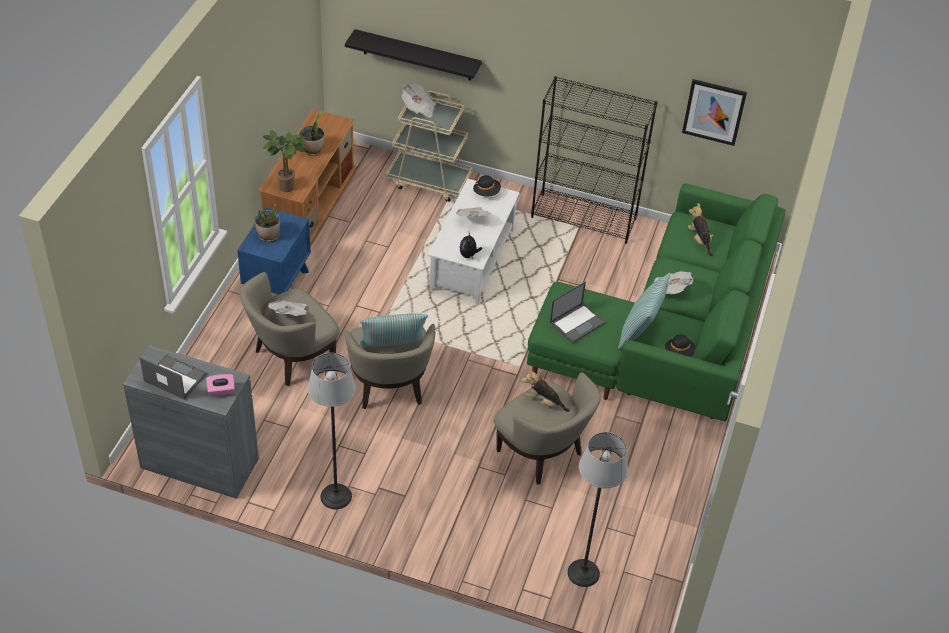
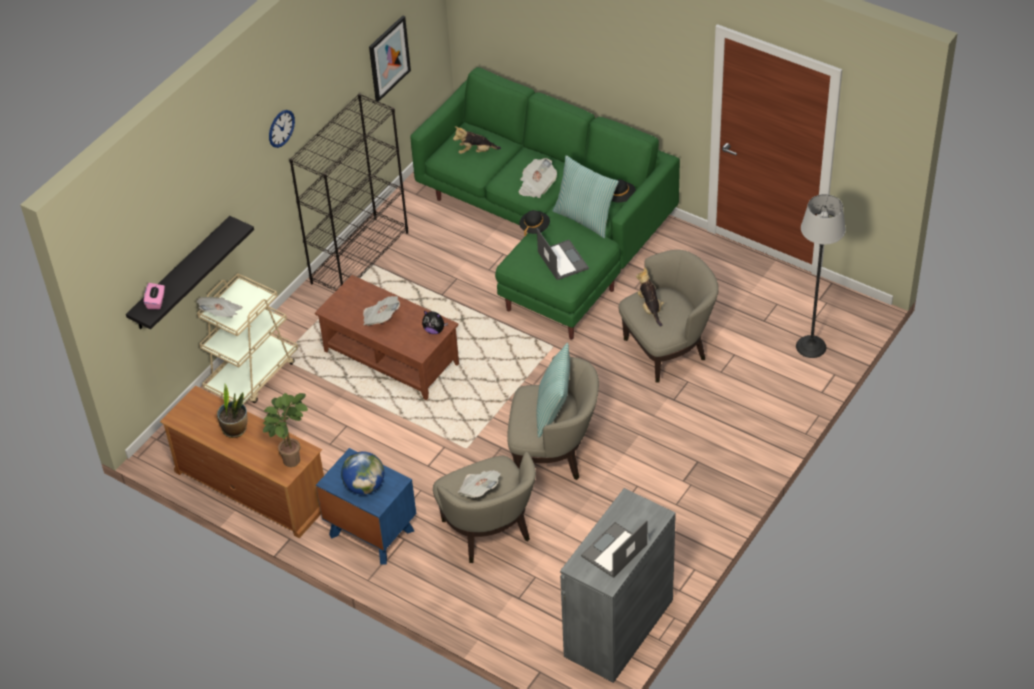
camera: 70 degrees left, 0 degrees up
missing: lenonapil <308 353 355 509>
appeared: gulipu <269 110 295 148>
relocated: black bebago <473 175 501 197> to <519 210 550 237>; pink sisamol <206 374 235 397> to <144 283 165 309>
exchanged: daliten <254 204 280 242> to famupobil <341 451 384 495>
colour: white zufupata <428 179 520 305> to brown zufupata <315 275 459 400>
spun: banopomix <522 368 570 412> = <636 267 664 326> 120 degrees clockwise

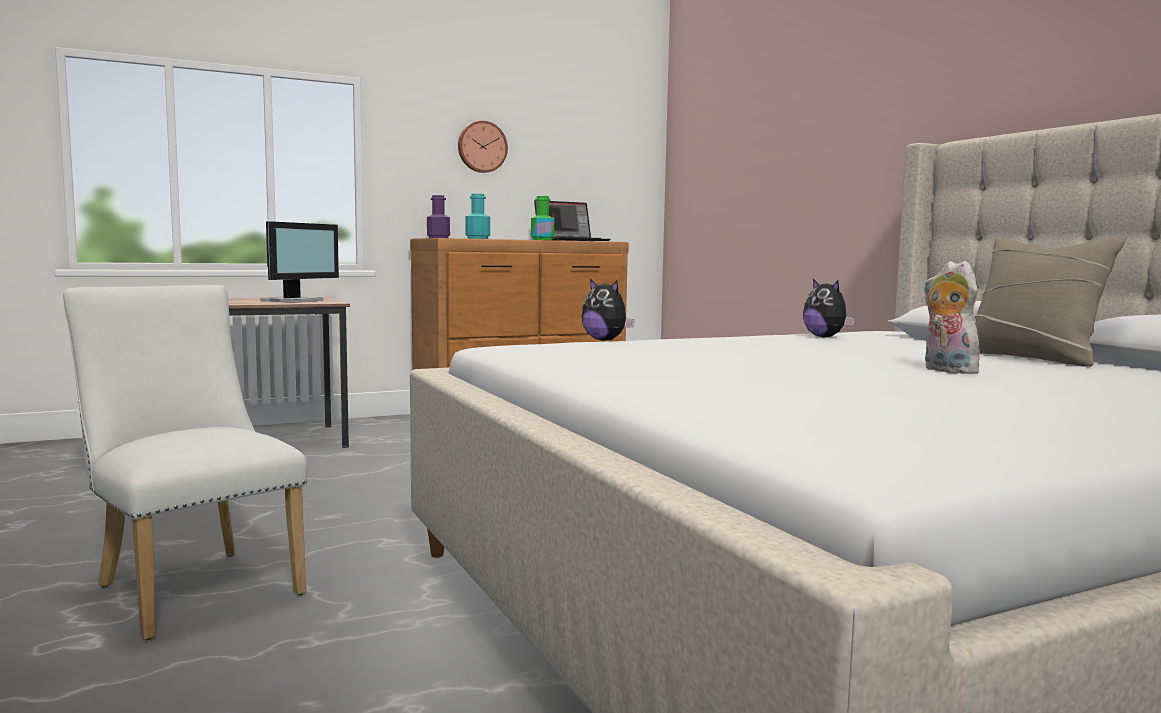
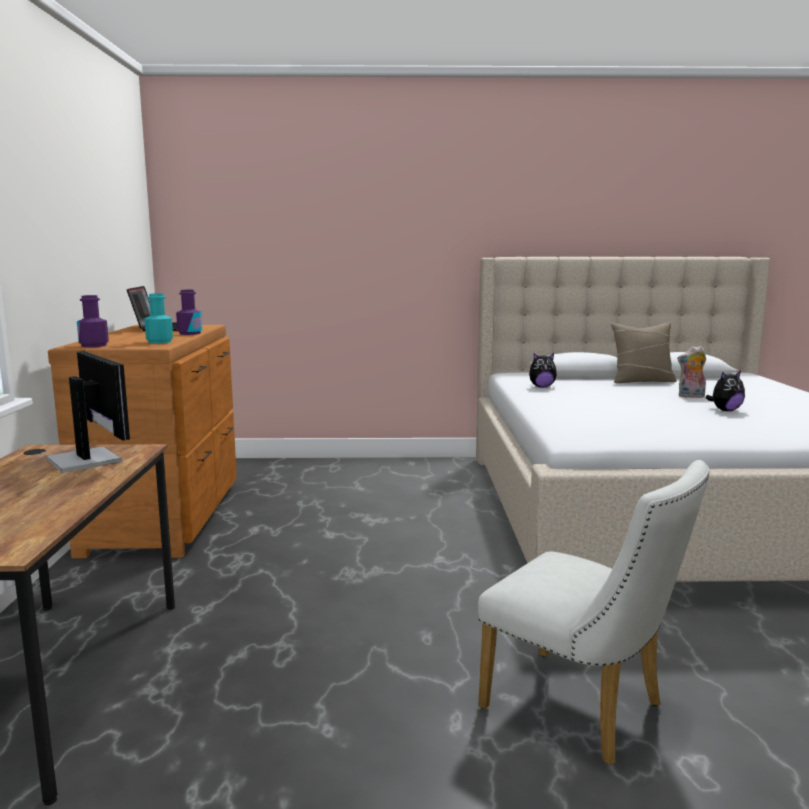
camera: 65 degrees left, 5 degrees up
missing: gulipu <458 121 508 173>
relocated: banopomix <581 279 635 341> to <705 371 745 411>
colour: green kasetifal <531 196 554 240> to purple kasetifal <176 290 202 335>
spun: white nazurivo <63 285 307 640> = <478 460 709 765> 120 degrees counterclockwise

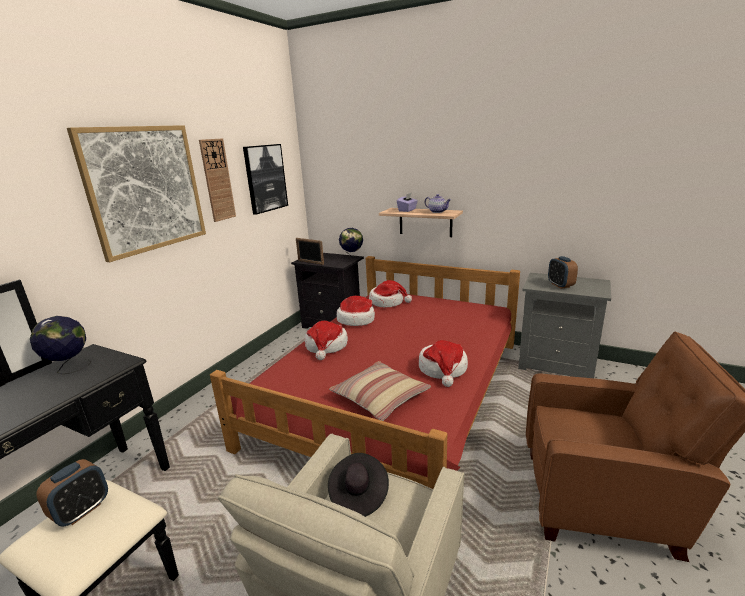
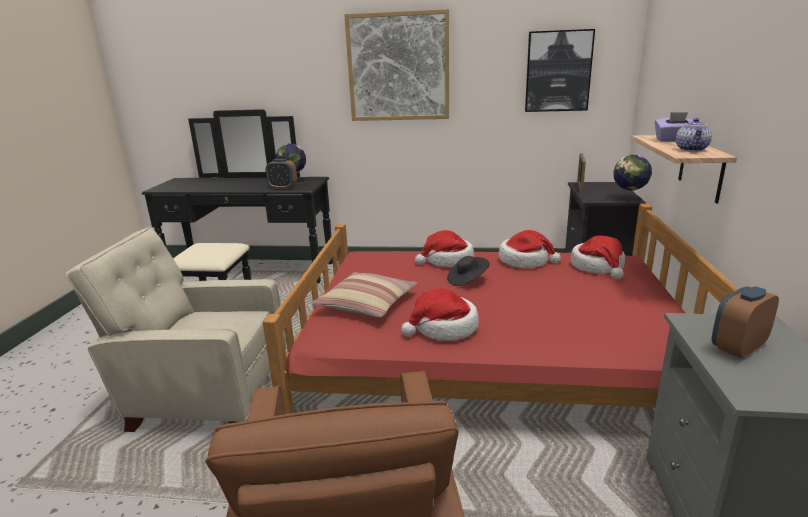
camera: 70 degrees right, 0 degrees up
missing: gulipu <199 138 236 222>
relocated: black bebago <328 453 389 517> to <447 256 490 286>; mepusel <36 459 108 527> to <266 159 297 189>

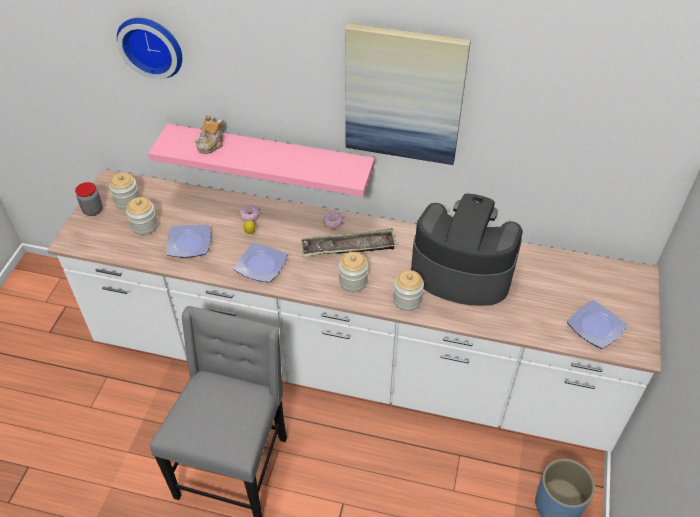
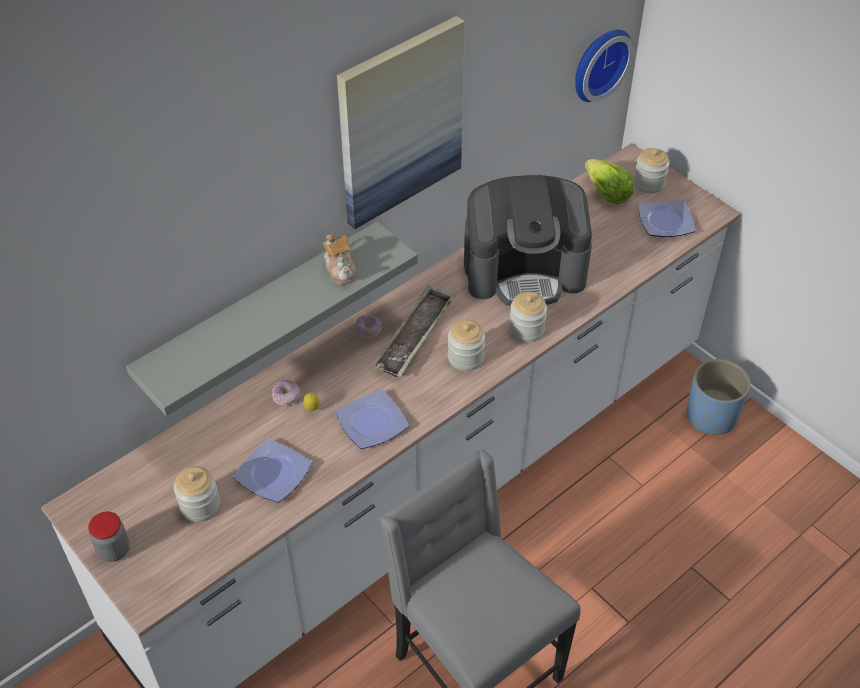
camera: 55 degrees left, 0 degrees up
appeared: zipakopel <585 159 634 204>
relocated: gulipu <117 18 182 79> to <575 29 634 102>; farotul <194 115 224 154> to <323 234 356 285>; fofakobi <109 173 140 210> to <634 148 670 193>
colour: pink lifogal <148 124 375 197> to grey lifogal <126 221 418 416>
spun: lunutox <411 194 522 306> = <464 175 592 306> 150 degrees counterclockwise

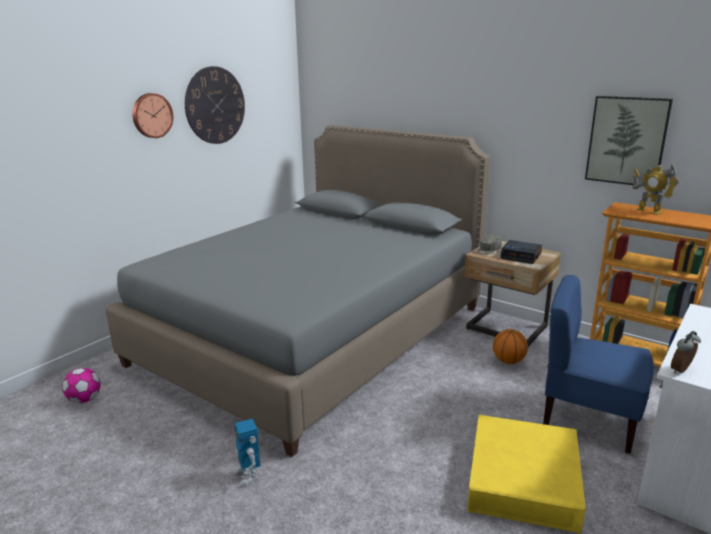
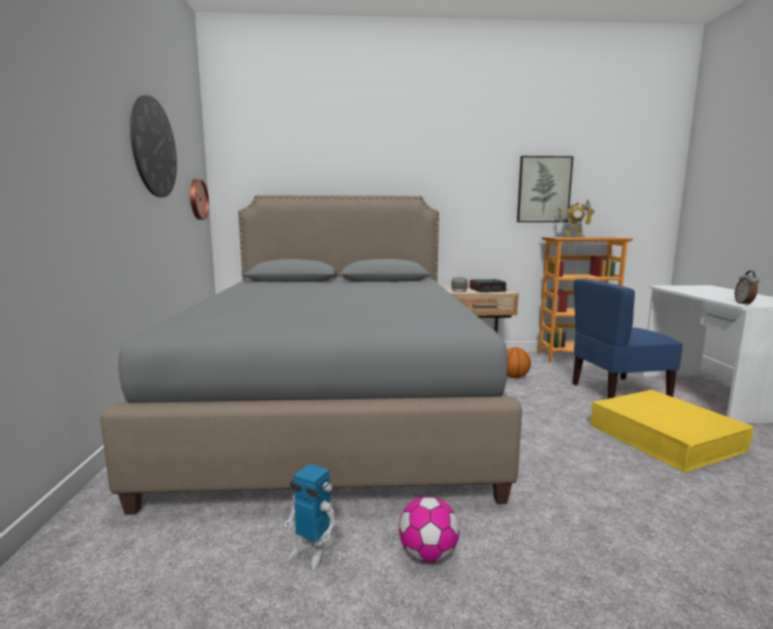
camera: 40 degrees left, 10 degrees down
relocated: gulipu <132 93 173 138> to <190 179 209 220>; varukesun <62 368 101 403> to <399 496 459 563>; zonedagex <233 419 261 488> to <284 464 337 570>

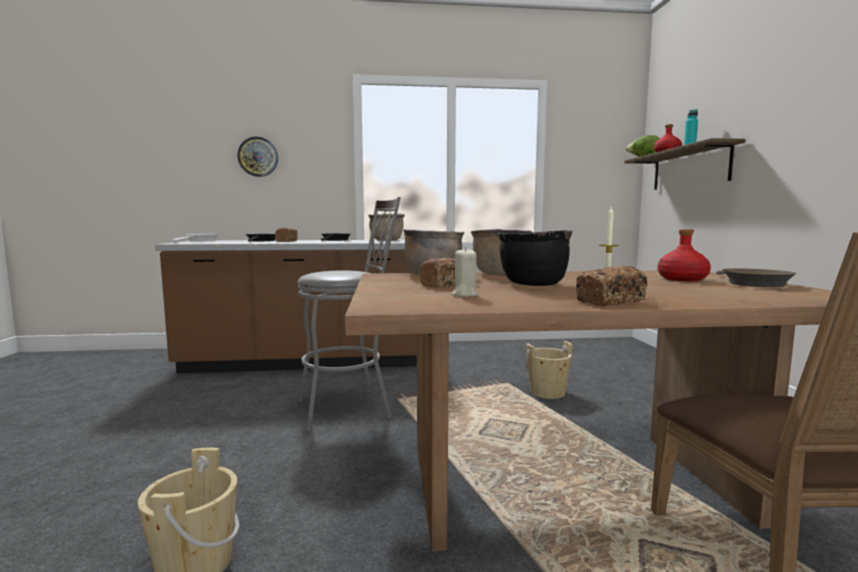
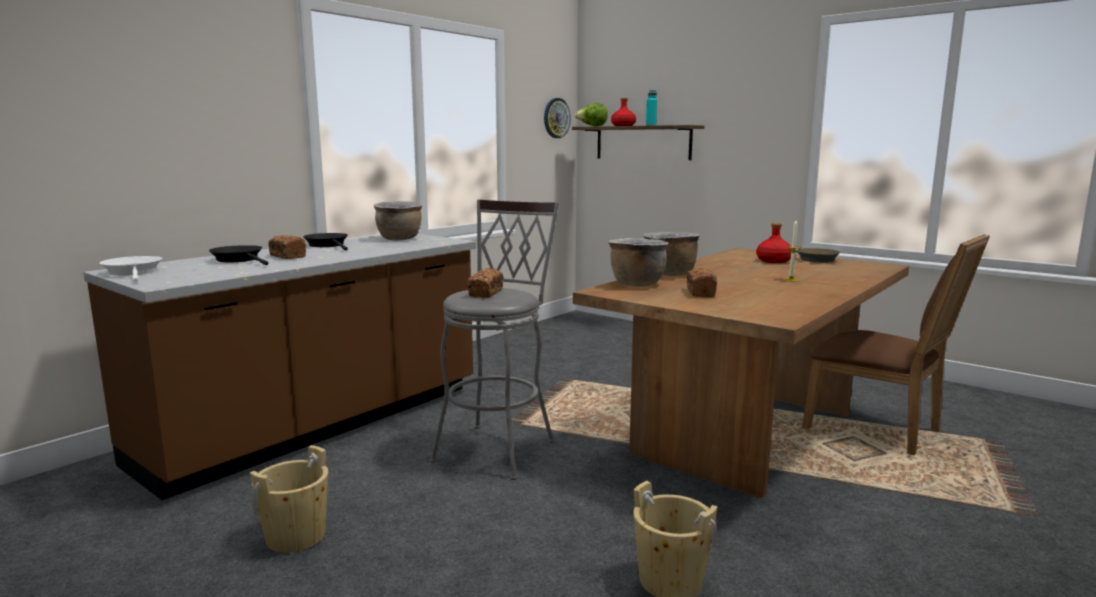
camera: 45 degrees left, 5 degrees up
missing: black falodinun <497 230 573 286>; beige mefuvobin <451 247 478 297>
relocated: gulipu <237 137 278 177> to <544 98 571 138>; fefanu <576 266 648 306> to <468 268 504 298>; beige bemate <525 341 573 399> to <250 445 328 553>

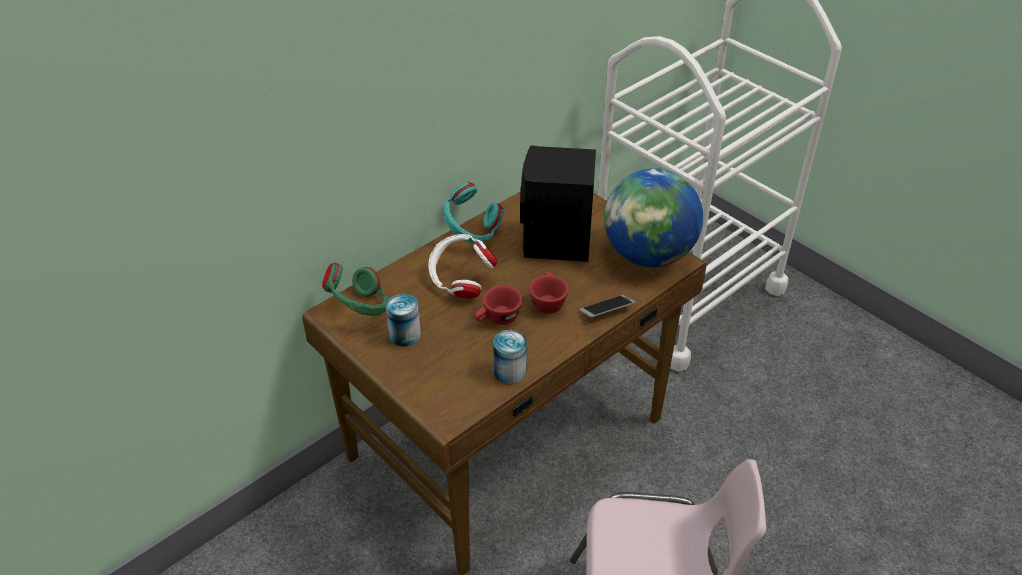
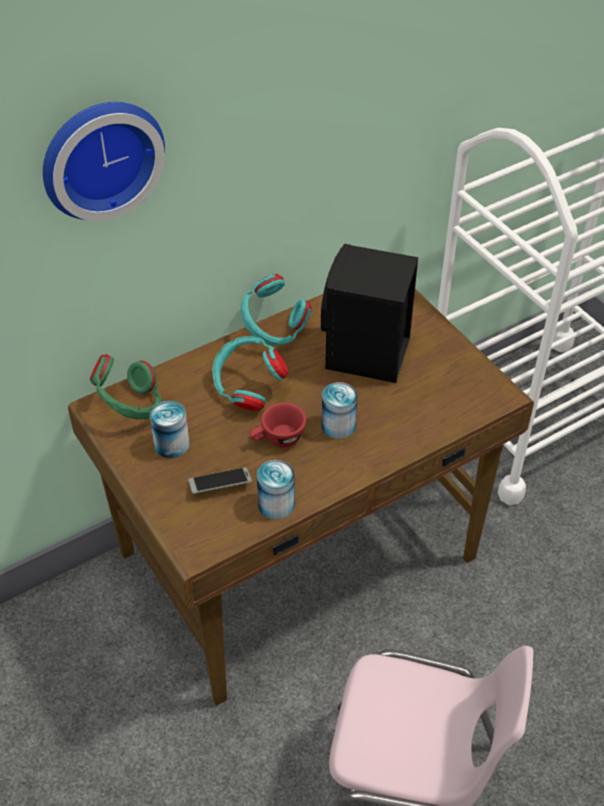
camera: 10 degrees right, 5 degrees up
missing: famupobil <604 168 703 267>
appeared: gulipu <43 102 165 221>
relocated: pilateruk <579 295 636 318> to <188 467 252 494>
exchanged: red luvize <529 272 569 314> to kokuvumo <321 382 357 439>
colour: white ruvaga <428 234 498 298> to turquoise ruvaga <212 336 289 411>

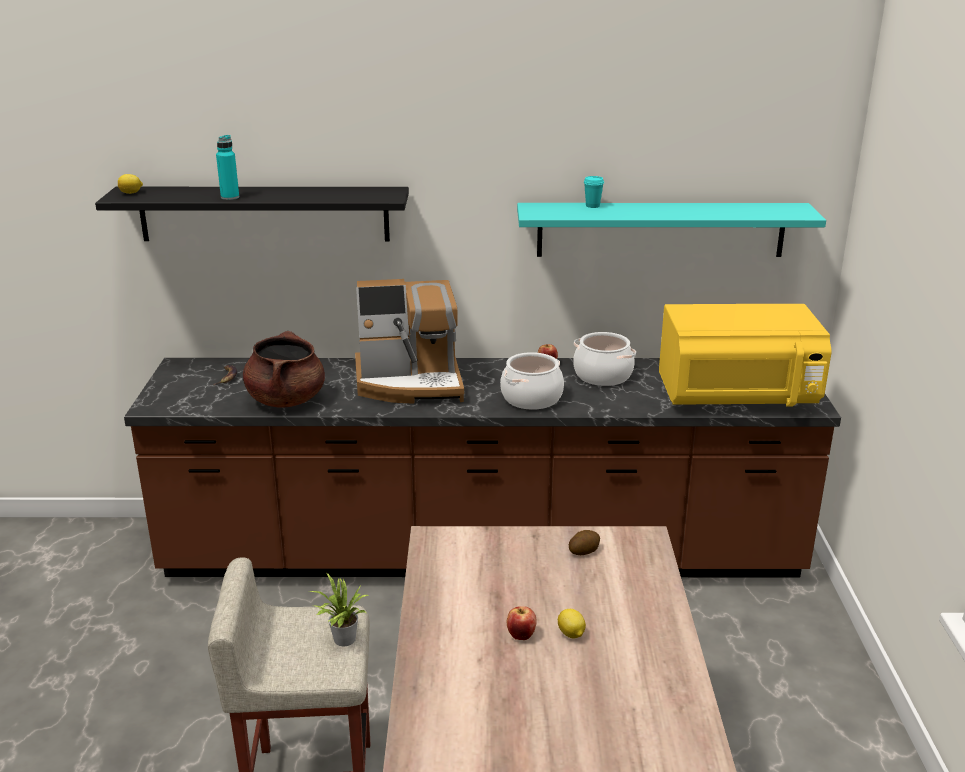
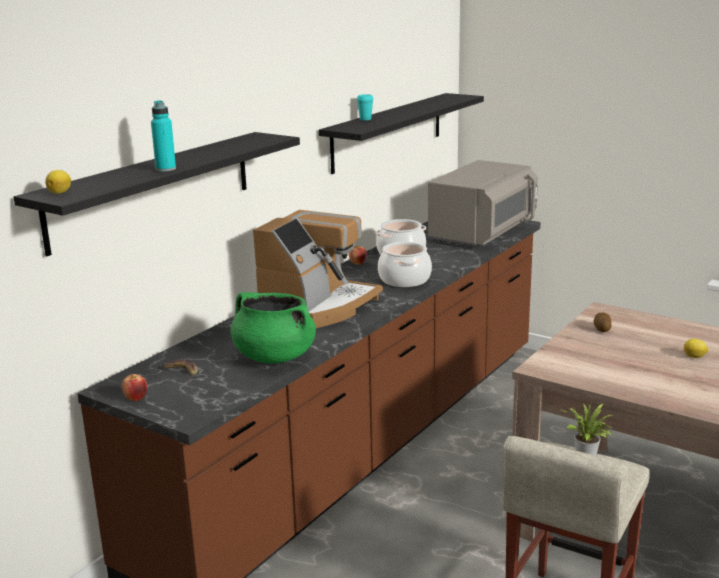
camera: 55 degrees left, 5 degrees down
relocated: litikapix <507 606 537 640> to <122 374 147 401>
colour: turquoise lifogal <517 203 826 257> to black lifogal <319 93 484 174>; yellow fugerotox <659 304 832 406> to grey fugerotox <428 160 538 247>; brown falodinun <243 331 325 407> to green falodinun <230 292 316 363>

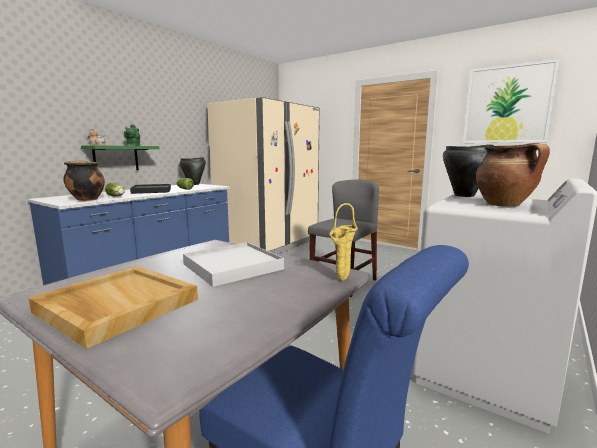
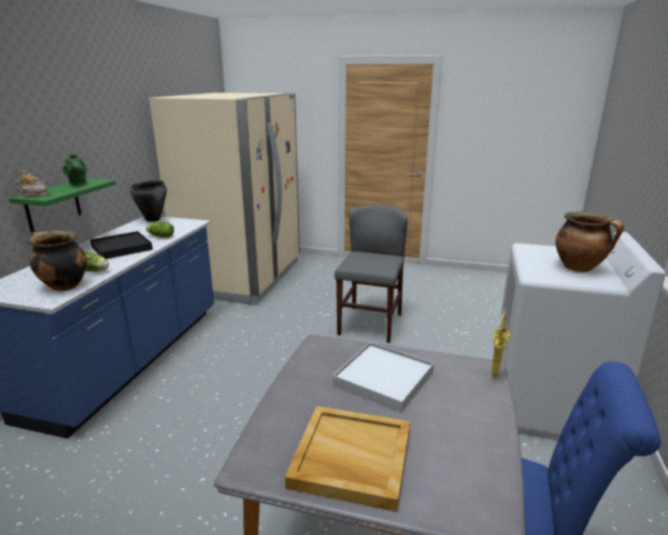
camera: 20 degrees left, 10 degrees up
missing: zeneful <463 59 559 143>; black falodinun <443 144 494 197>

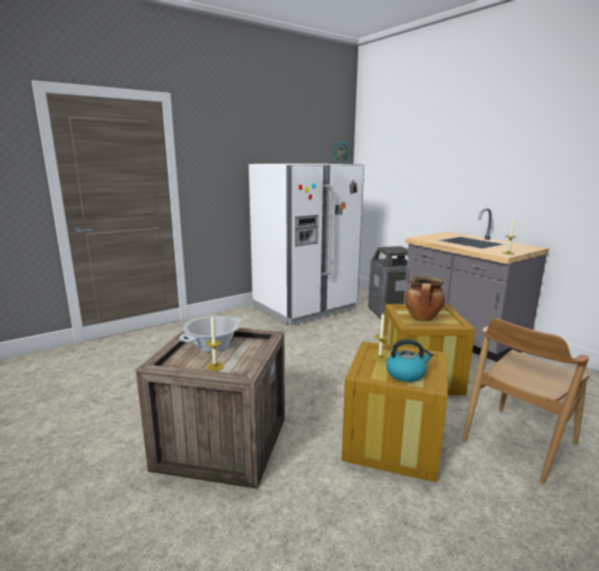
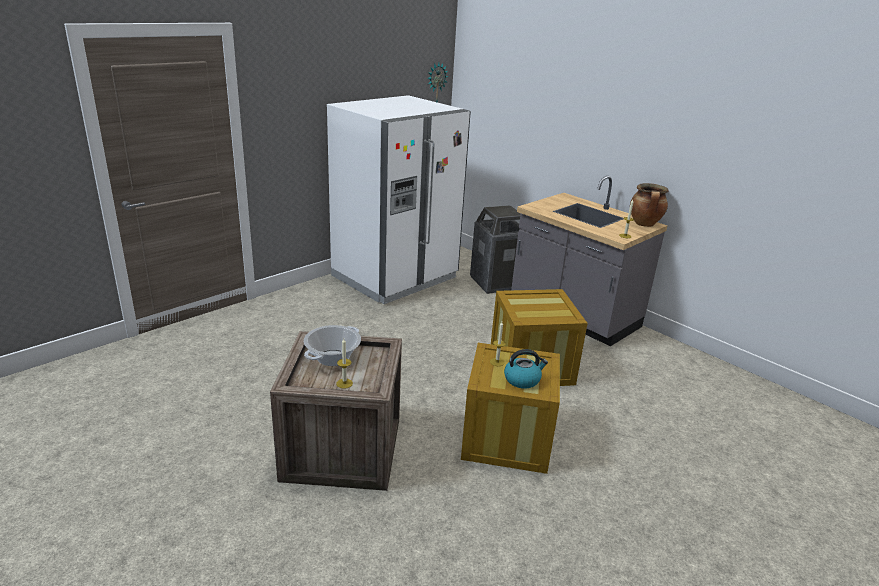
camera: 10 degrees left, 10 degrees up
missing: brown nazurivo <462 318 589 484>
relocated: falodinun <405 276 445 322> to <630 183 669 227>

